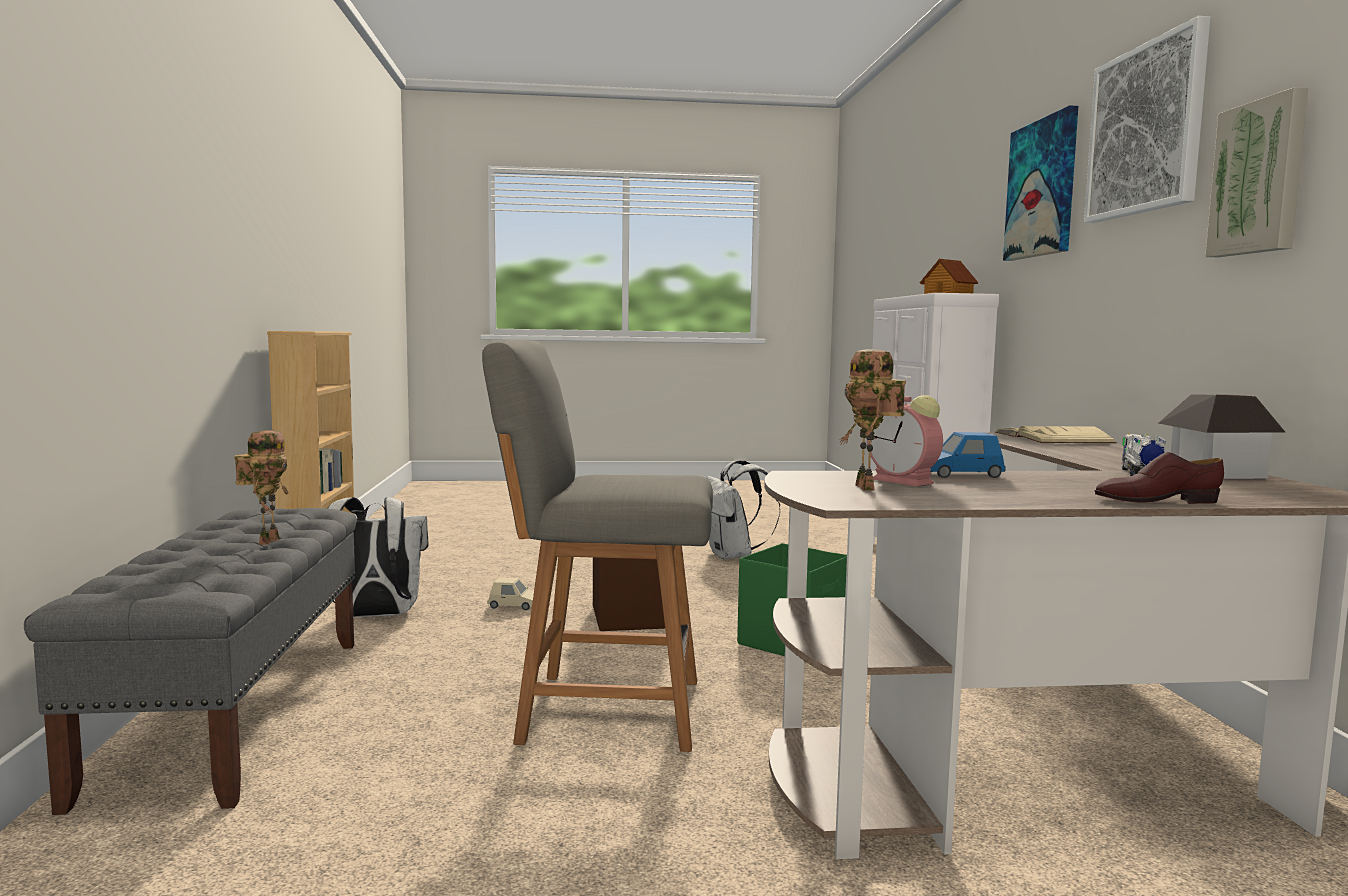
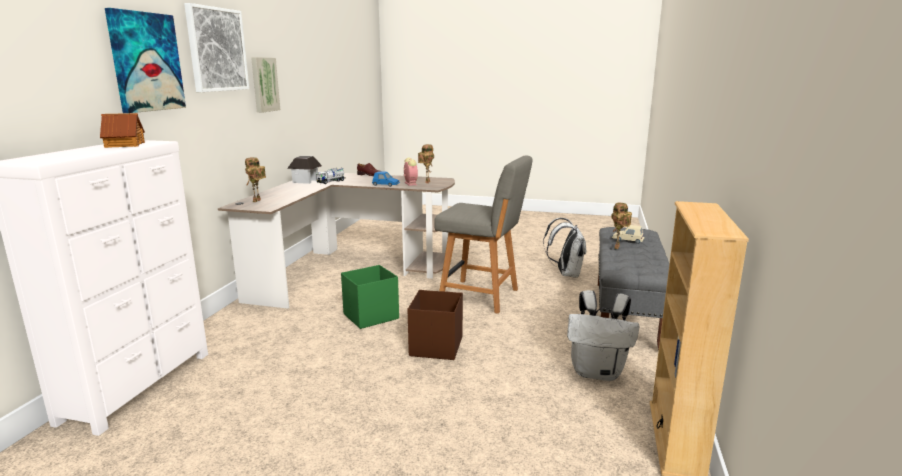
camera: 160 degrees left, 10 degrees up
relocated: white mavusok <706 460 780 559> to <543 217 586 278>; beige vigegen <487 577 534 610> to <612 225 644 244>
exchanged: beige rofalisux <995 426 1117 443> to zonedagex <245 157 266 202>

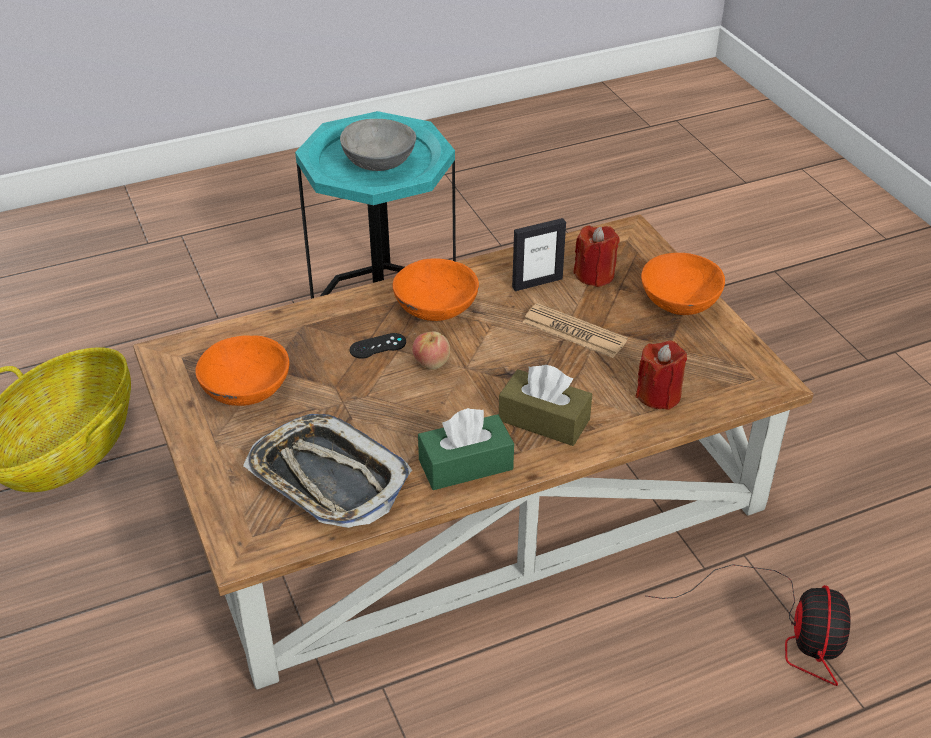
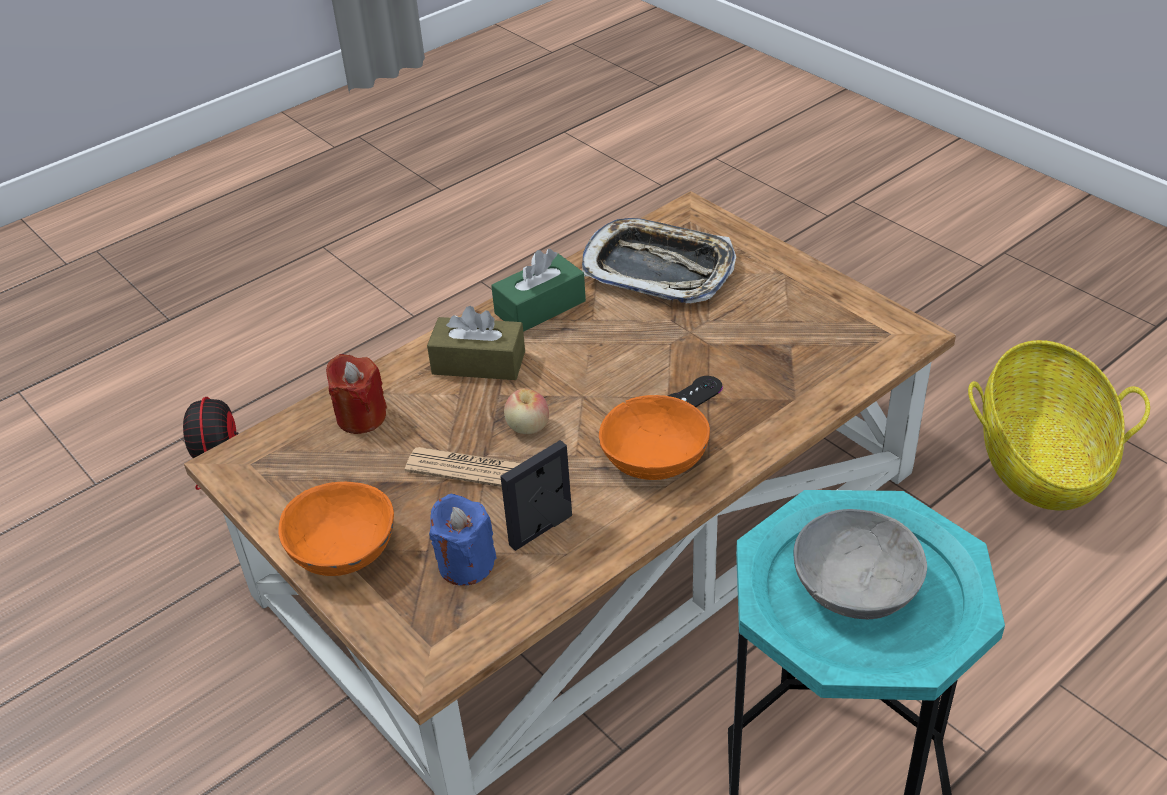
camera: 165 degrees right, 0 degrees up
missing: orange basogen <195 335 290 406>
relocated: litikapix <412 331 450 369> to <504 388 549 434>
colour: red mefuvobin <573 226 619 287> to blue mefuvobin <429 494 496 585>

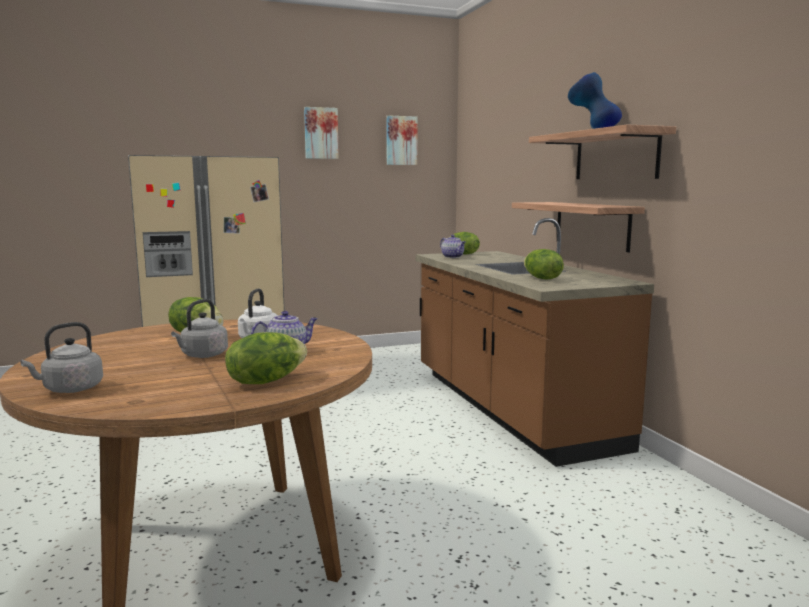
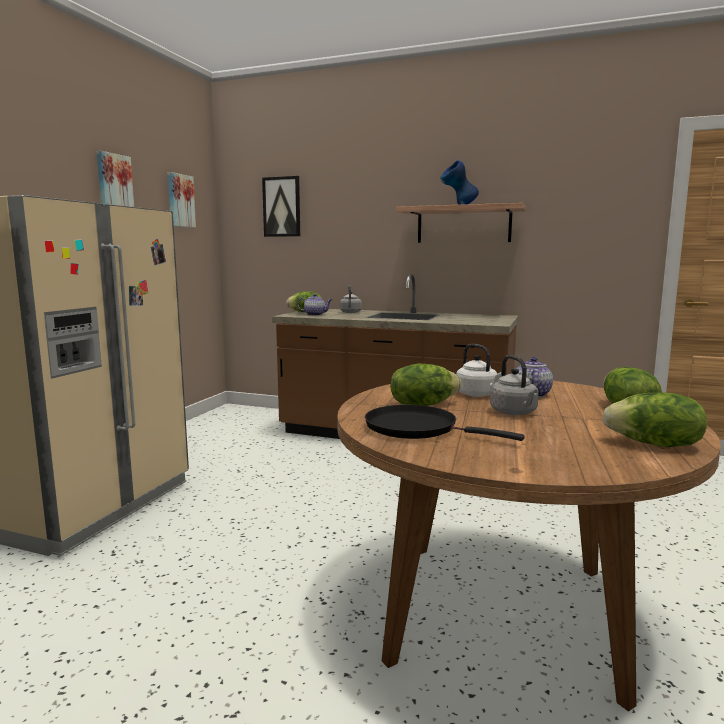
camera: 50 degrees left, 0 degrees up
missing: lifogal <512 202 645 252>
appeared: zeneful <262 176 300 237>; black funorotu <365 405 525 441>
relocated: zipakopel <524 249 564 280> to <603 392 707 447>; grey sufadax <20 322 103 393> to <340 285 362 313>

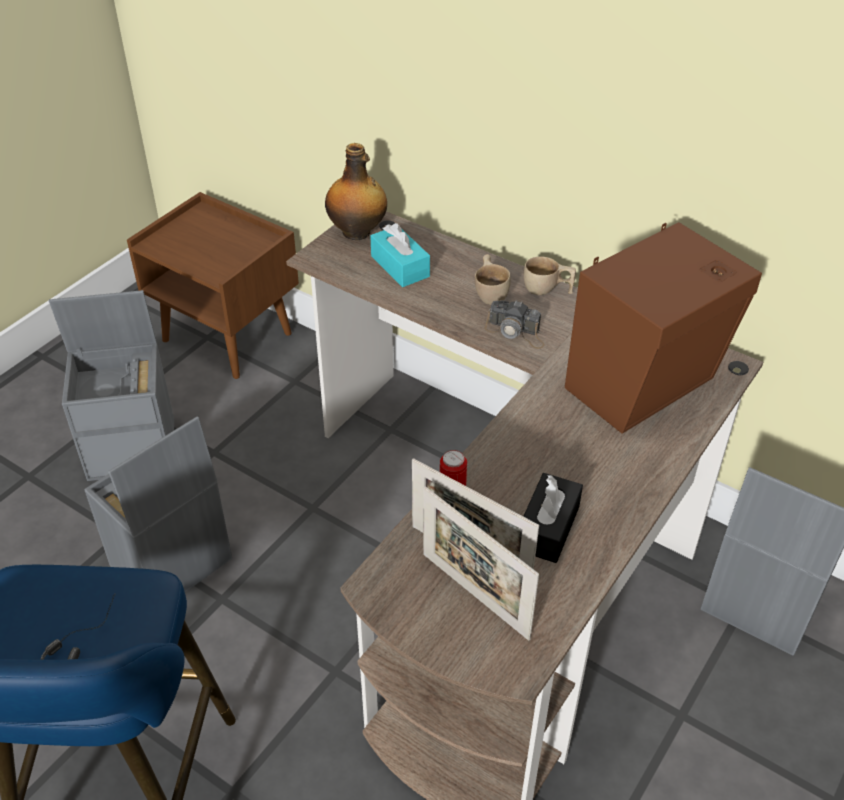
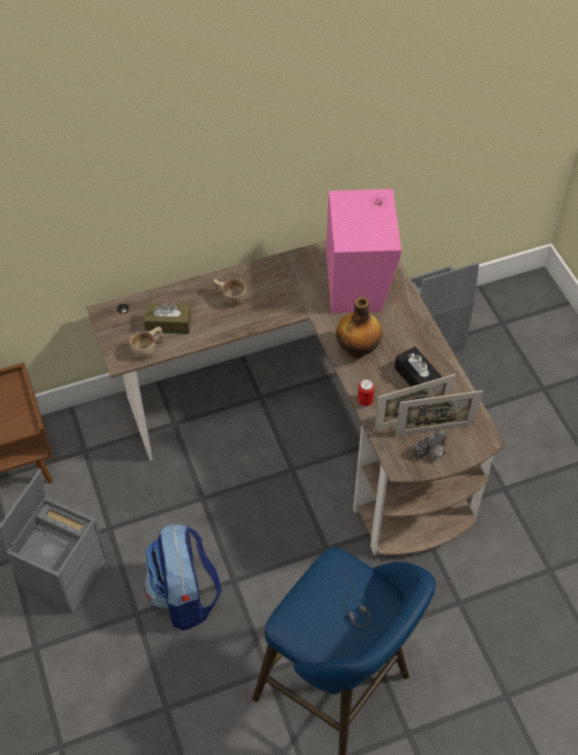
camera: 55 degrees left, 10 degrees up
relocated: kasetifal <325 143 387 240> to <336 297 382 358>; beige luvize <523 256 576 295> to <130 327 165 359>; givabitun <485 300 545 349> to <413 430 459 466>
exchanged: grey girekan <84 416 232 592> to mavusok <144 524 222 631>
colour: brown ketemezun <565 222 762 434> to pink ketemezun <326 189 401 313>; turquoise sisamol <370 223 430 287> to brown sisamol <144 302 191 334>

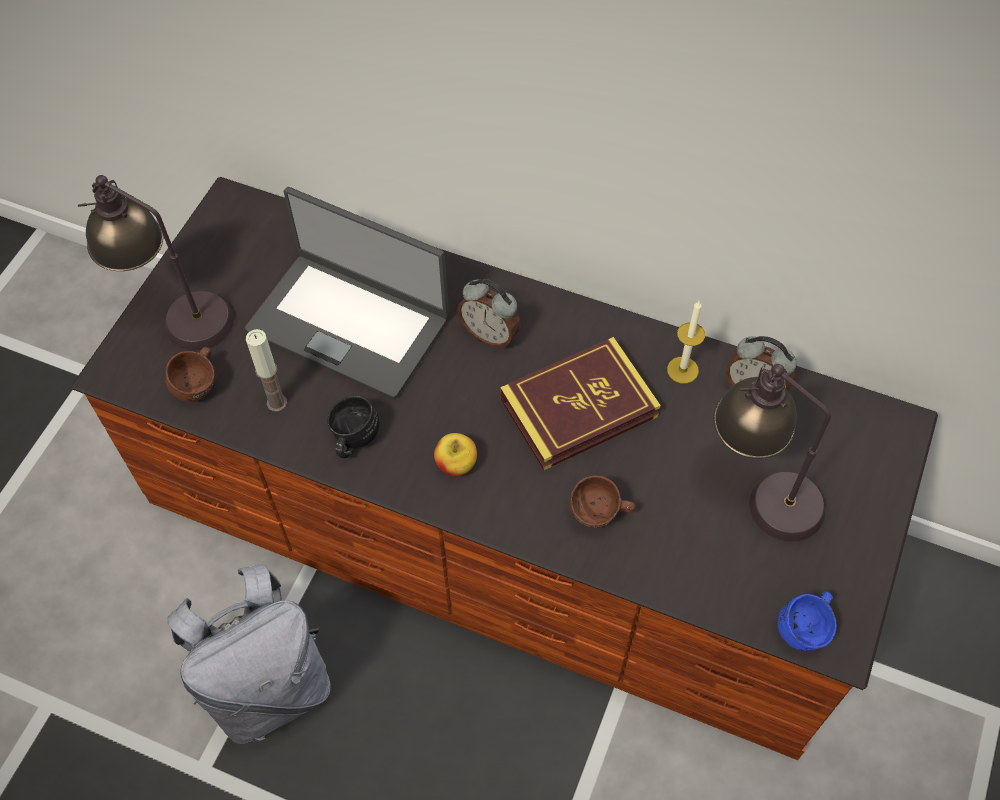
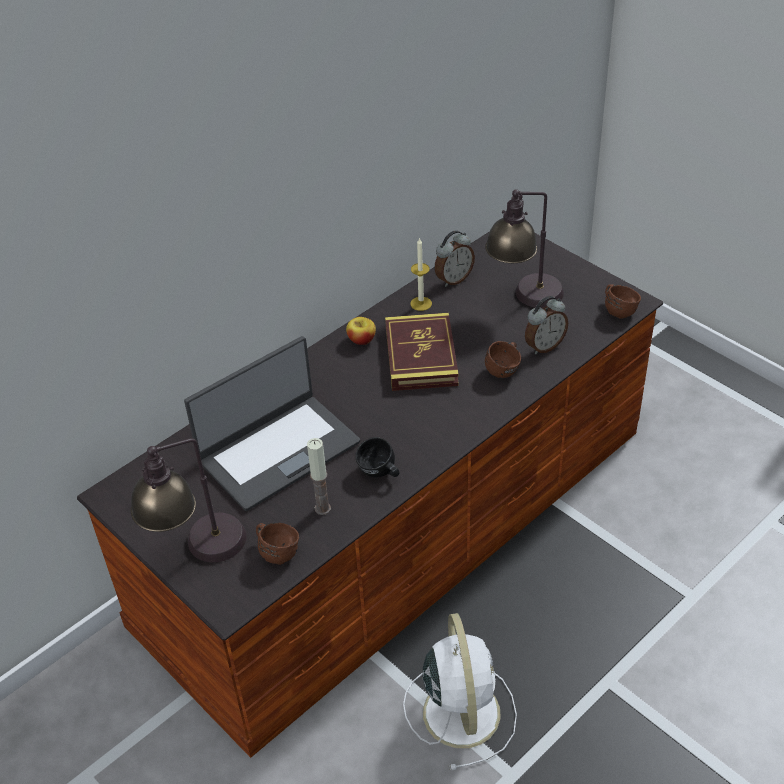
camera: 65 degrees left, 15 degrees down
relocated: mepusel <457 279 520 348> to <525 296 568 354>; litikapix <434 433 477 476> to <346 317 376 345>
exchanged: grey mavusok <167 564 331 744> to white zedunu <403 613 517 770>
colour: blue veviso <778 591 837 651> to brown veviso <605 284 641 319>

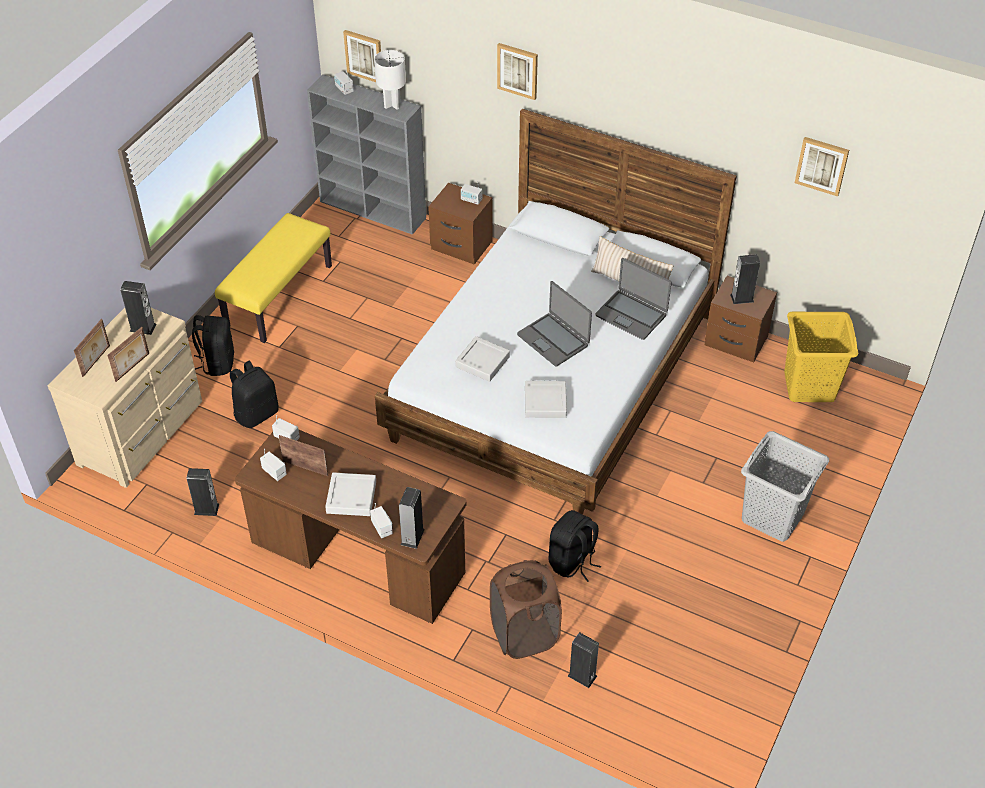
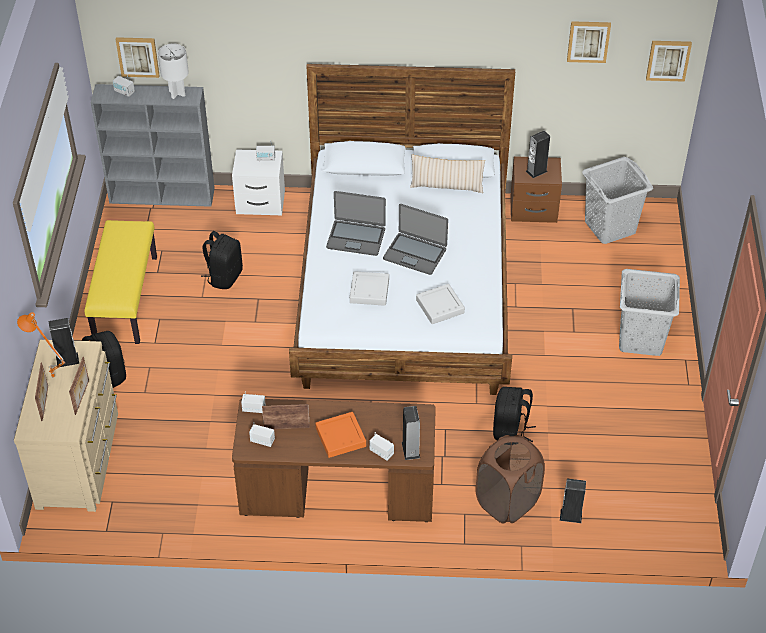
camera: 25 degrees left, 0 degrees up
missing: ketemezun <187 468 219 516>
appeared: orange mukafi <17 312 65 379>
relocated: zeneful <497 43 538 100> to <646 41 692 82>; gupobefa <595 258 672 340> to <326 191 386 256>; black mavusok <230 361 279 428> to <201 231 243 289>
colour: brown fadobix <428 183 492 264> to white fadobix <232 149 285 215>; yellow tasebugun <784 312 859 402> to grey tasebugun <582 157 653 244>; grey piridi <325 472 376 516> to orange piridi <315 412 366 458>

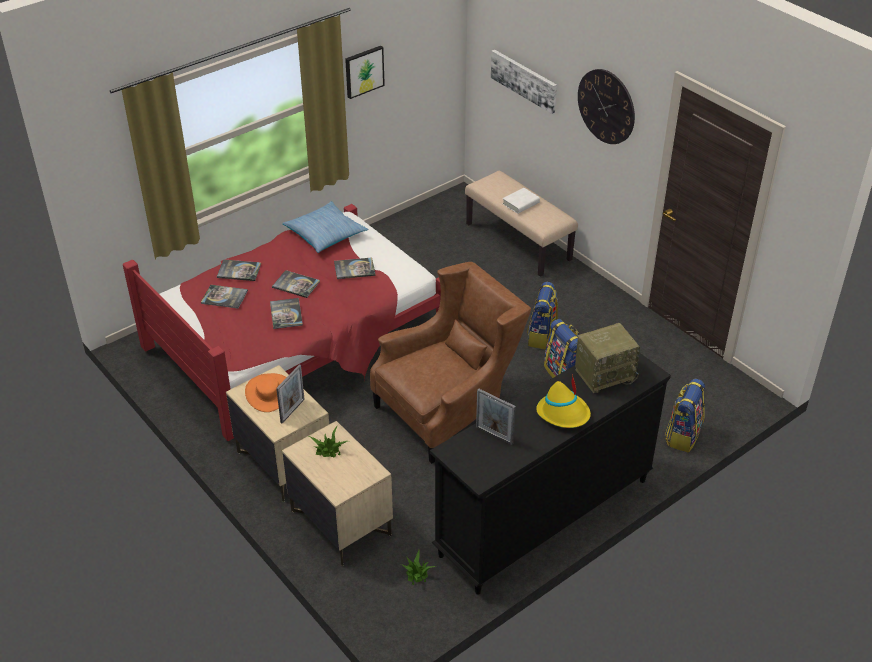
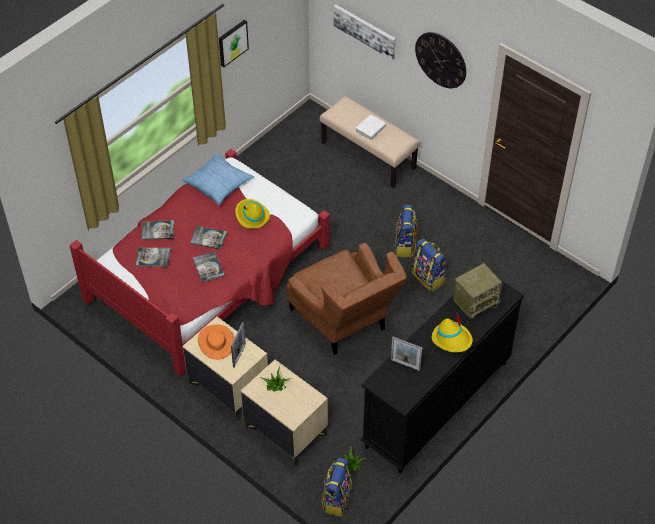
camera: 10 degrees left, 10 degrees up
relocated: mavusok <665 379 705 453> to <321 458 353 517>
exchanged: rofalisux <334 257 376 279> to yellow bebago <235 199 270 229>
spun: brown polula <370 262 531 464> = <286 243 407 355> 105 degrees clockwise

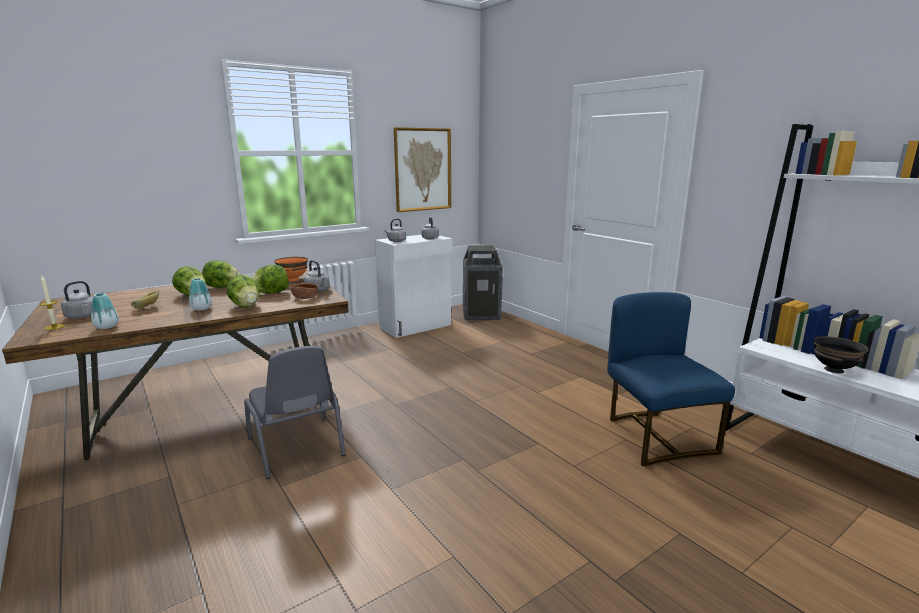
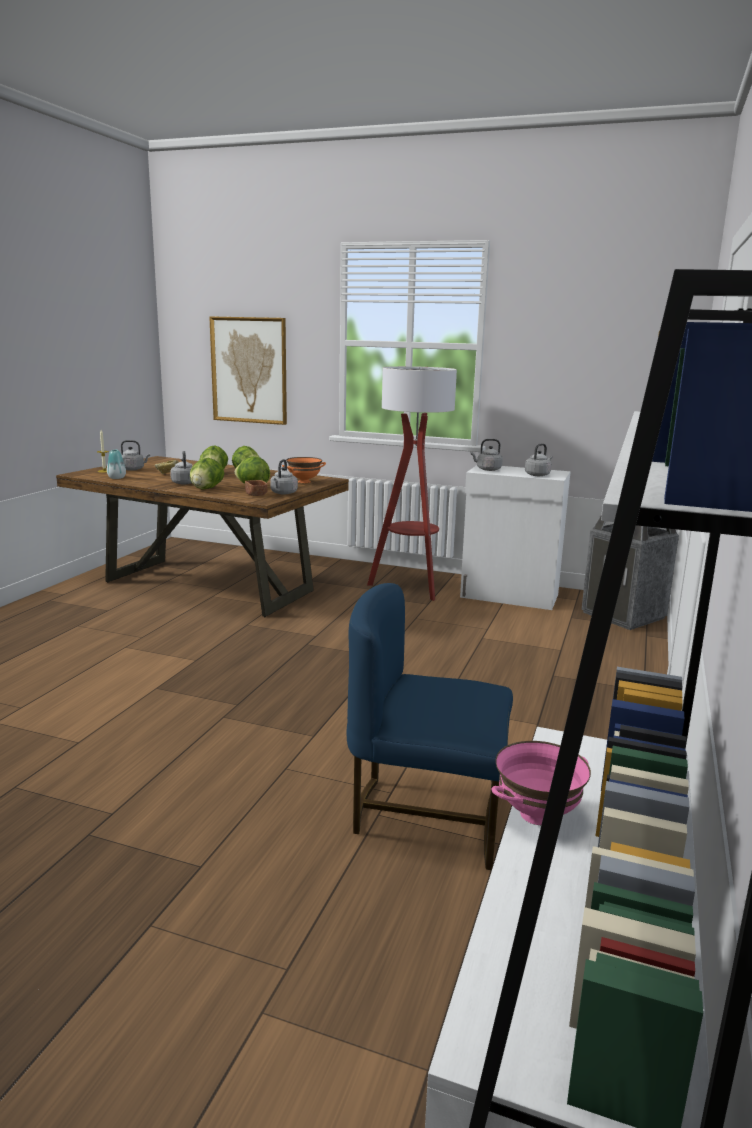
camera: 55 degrees right, 0 degrees up
missing: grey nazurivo <244 345 346 479>
appeared: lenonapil <367 366 457 601>
relocated: zeneful <394 127 451 212> to <209 316 287 425>
exchanged: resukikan <189 278 212 311> to grey sufadax <170 451 193 484>
colour: black basogen <813 336 868 373> to pink basogen <491 741 591 825>
spun: blue nazurivo <607 292 735 467> = <347 583 513 870> 120 degrees counterclockwise

